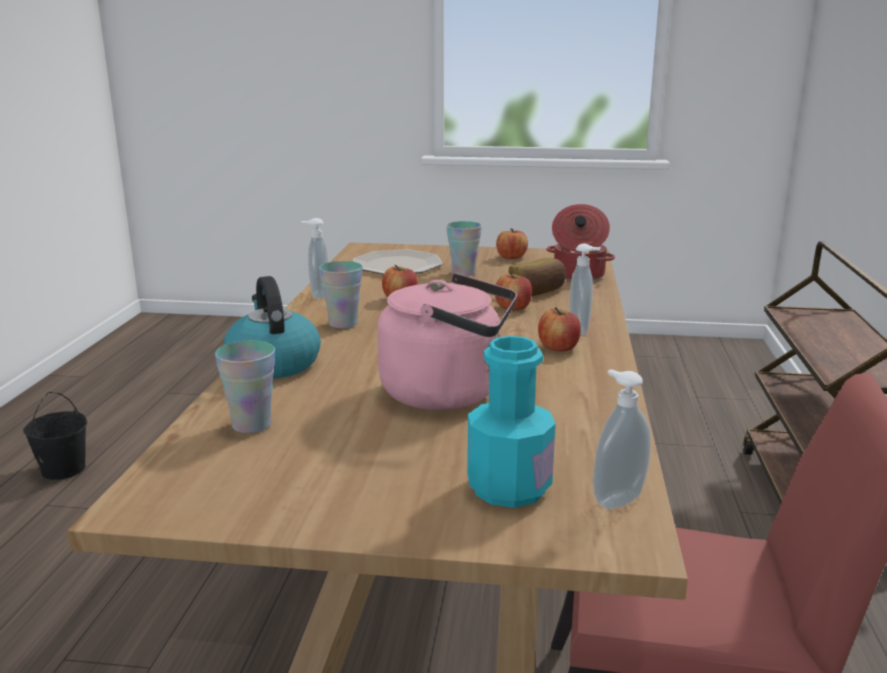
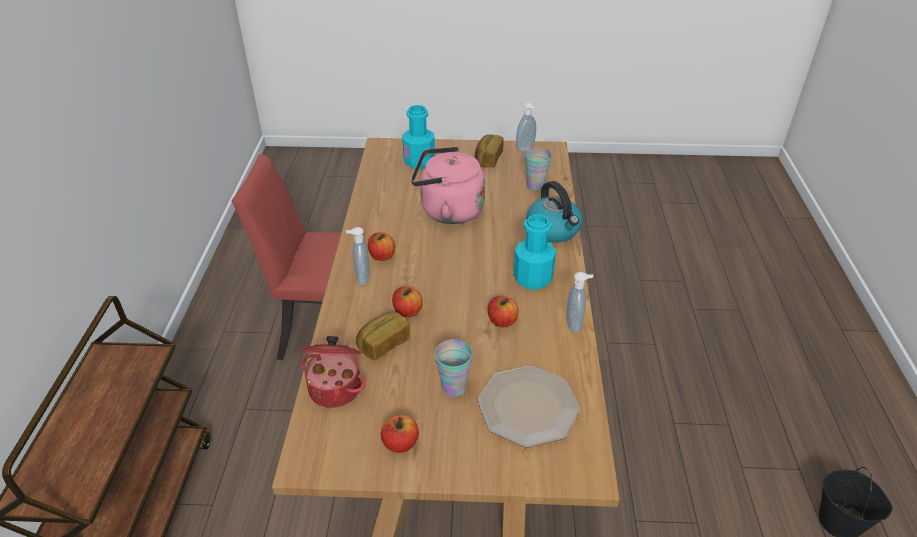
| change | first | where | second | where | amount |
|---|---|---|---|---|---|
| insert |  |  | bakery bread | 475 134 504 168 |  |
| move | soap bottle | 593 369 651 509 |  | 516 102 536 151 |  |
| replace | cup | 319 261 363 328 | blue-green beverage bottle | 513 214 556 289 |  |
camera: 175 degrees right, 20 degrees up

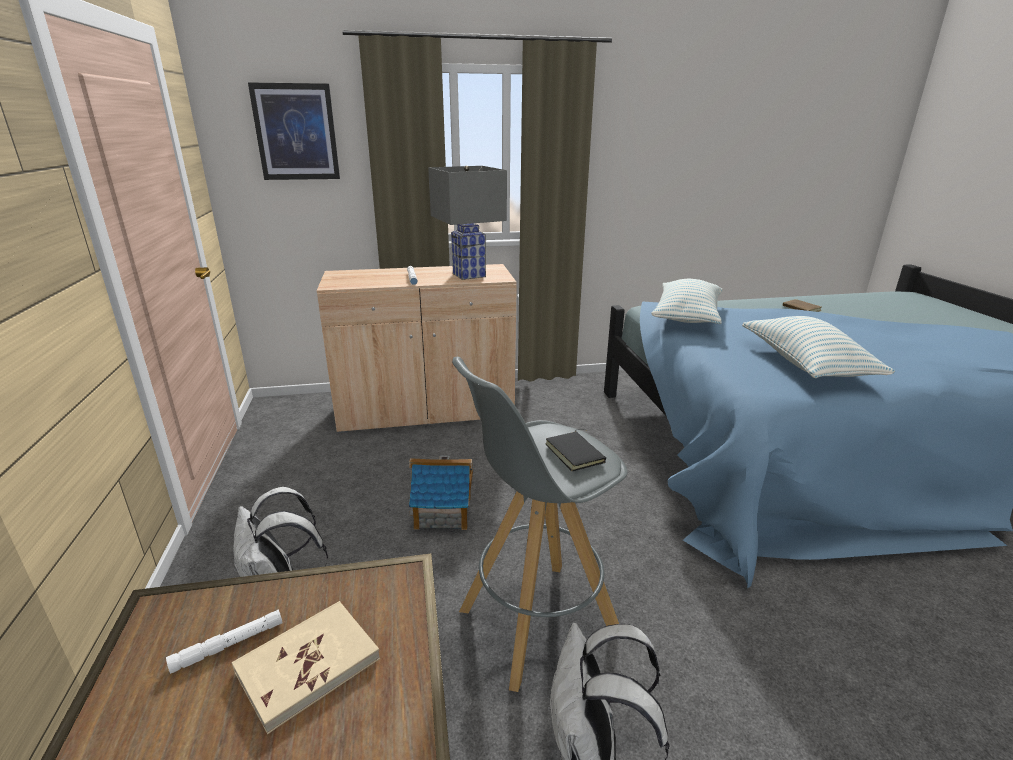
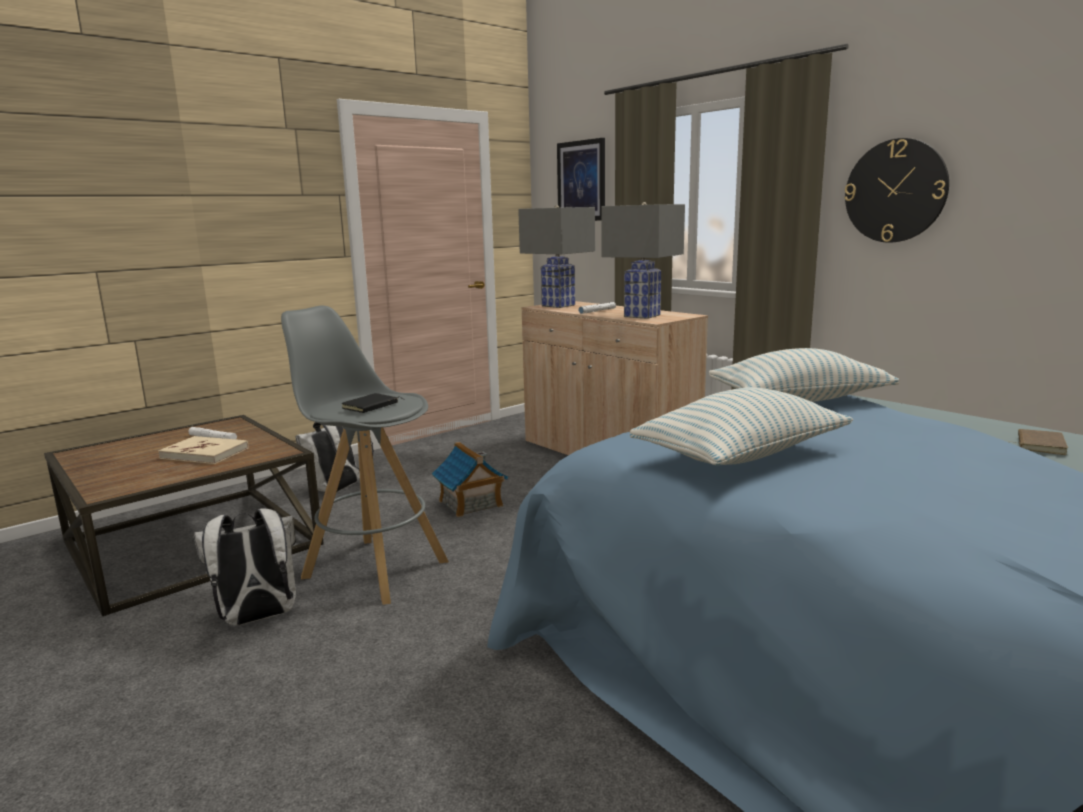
| change | first | where | second | where | amount |
|---|---|---|---|---|---|
| insert |  |  | greyish lamp for a table | 518 205 595 308 |  |
| insert |  |  | hanging clock | 844 138 949 243 |  |
camera: 60 degrees right, 10 degrees down

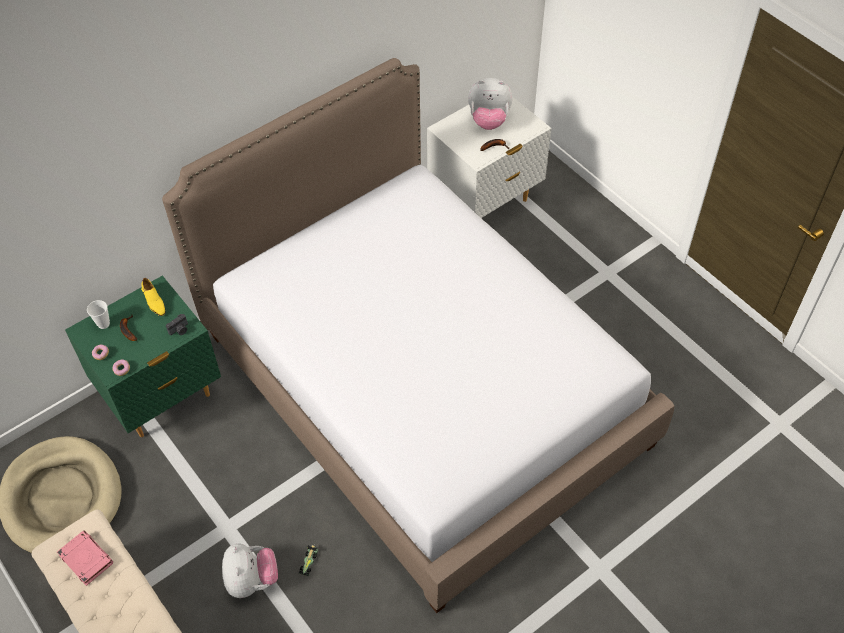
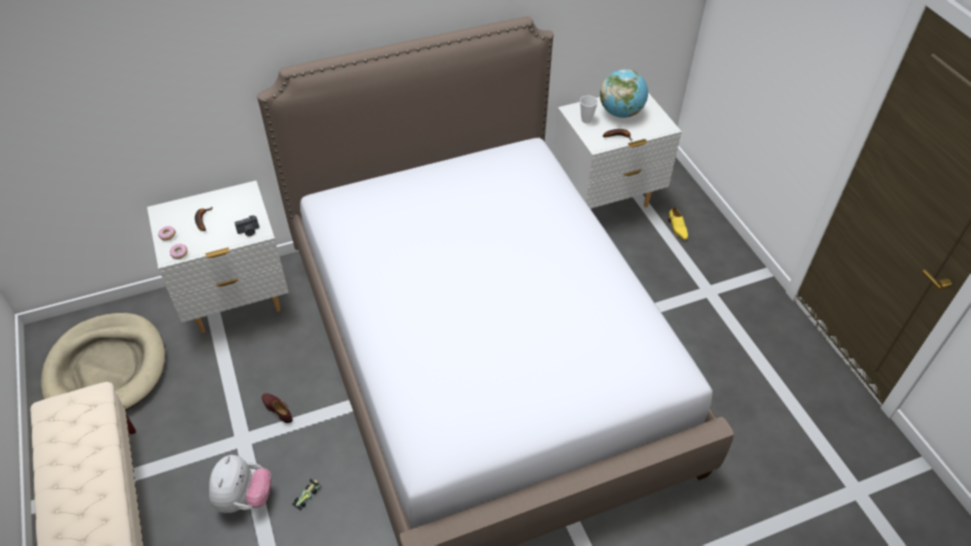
| change | first | where | second | where | amount |
|---|---|---|---|---|---|
| delete | pink book | 57 531 113 586 |  |  |  |
| insert |  |  | brown-coloured shoe | 262 393 293 423 |  |
| move | cup | 87 300 110 329 |  | 580 95 598 123 |  |
| move | yellow shoe | 141 278 165 316 |  | 668 207 688 240 |  |
| replace | cuddly toy | 468 78 513 130 | globe | 600 69 648 118 |  |
| recolor | greenish bedside table | 65 275 221 437 | whitish bedside table | 147 181 289 333 |  |
camera: 15 degrees right, 5 degrees down

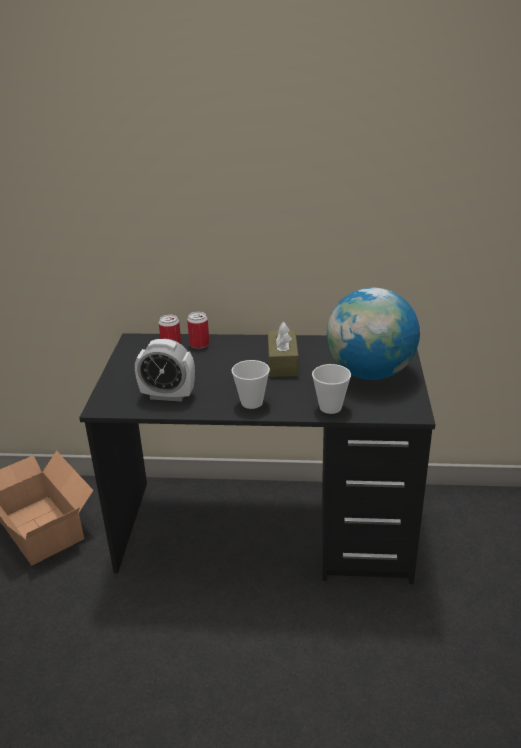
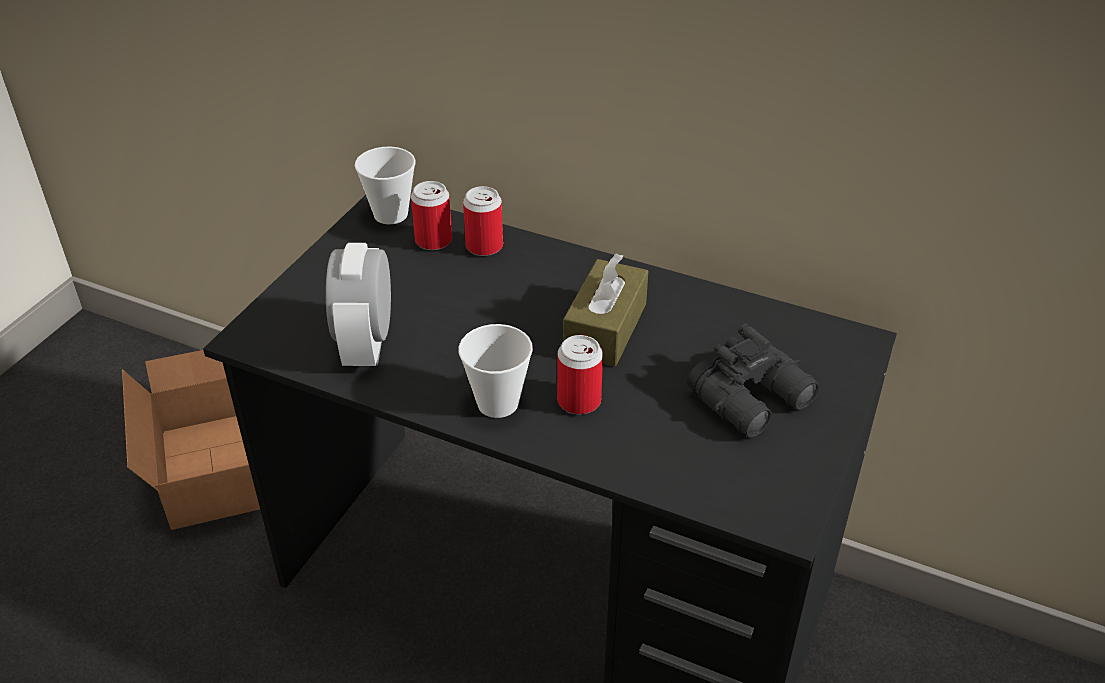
| change | first | where | second | where | amount |
|---|---|---|---|---|---|
| insert |  |  | metal can | 557 335 603 415 |  |
| move | cup | 312 364 351 414 |  | 355 147 416 224 |  |
| replace | globe | 327 287 420 380 | black-coloured binoculars | 687 324 820 438 |  |
| rotate | table clock | 135 339 195 402 |  | 326 243 391 366 | 60 degrees clockwise |
camera: 20 degrees right, 10 degrees up

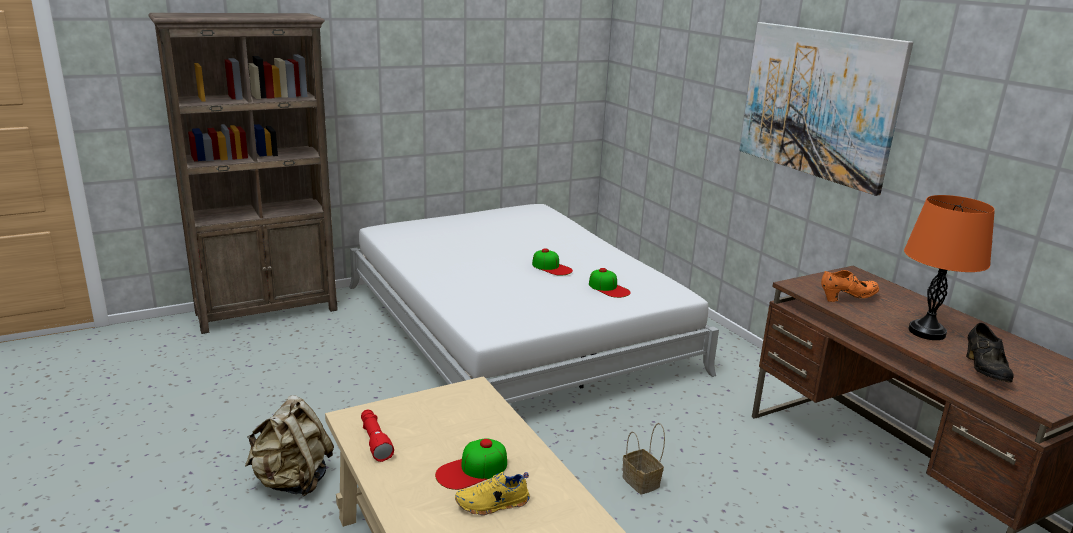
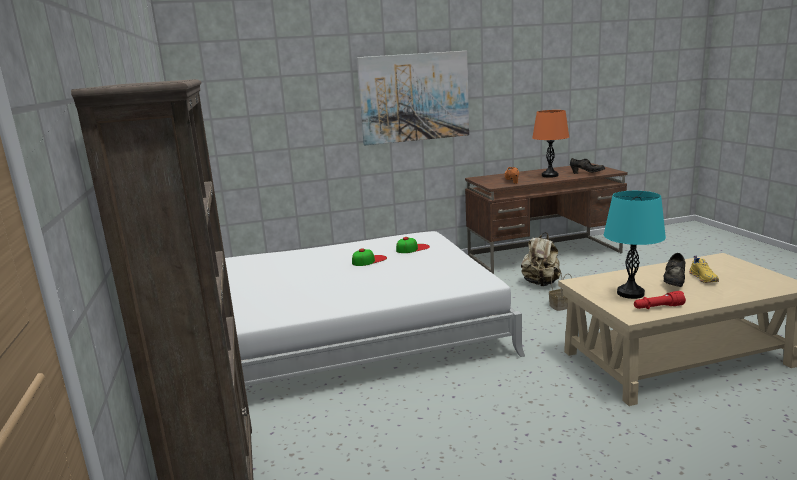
| change | first | where | second | where | amount |
|---|---|---|---|---|---|
| insert |  |  | blue-green lamp for a table | 604 191 666 299 |  |
| move | beige-coloured backpack | 245 395 334 497 |  | 521 232 561 286 |  |
| replace | peaked cap | 435 438 507 490 | black-coloured shoe | 664 253 685 287 |  |
camera: 75 degrees left, 5 degrees down

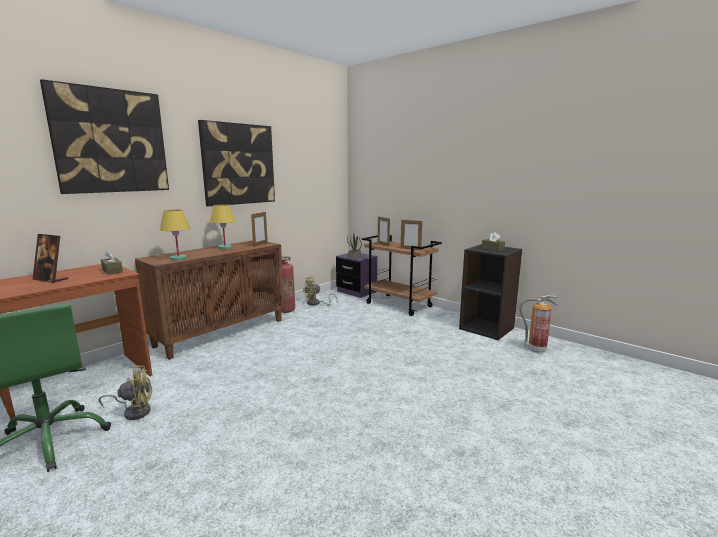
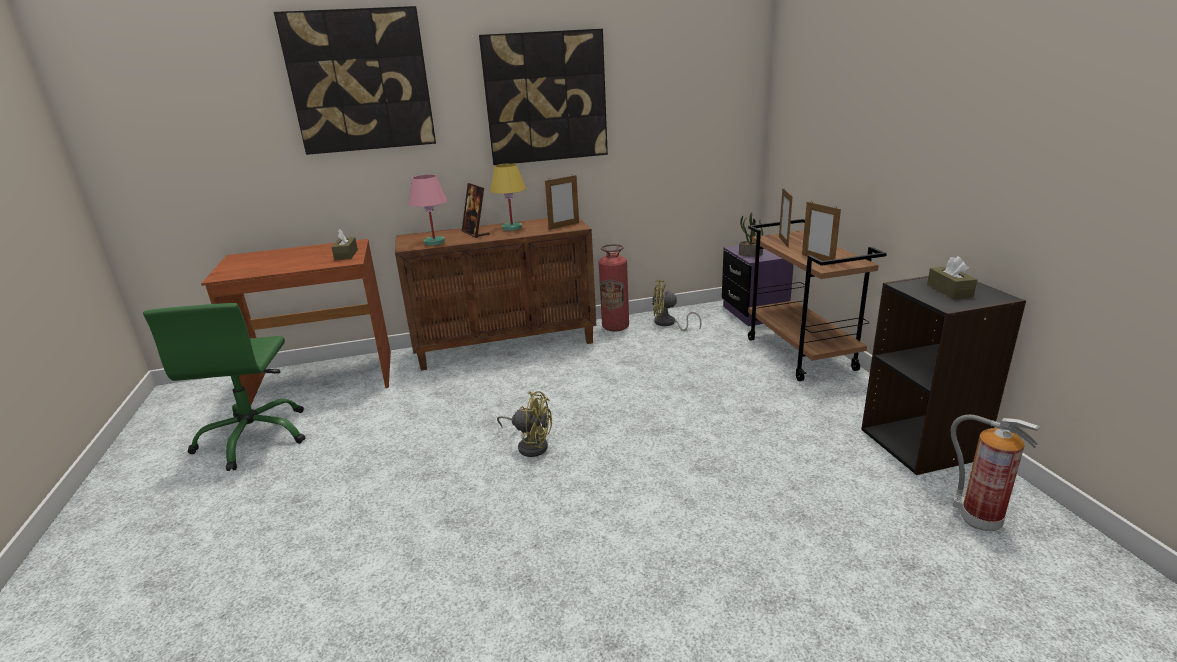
| change | first | where | second | where | amount |
|---|---|---|---|---|---|
| move | picture frame | 33 234 68 283 |  | 462 183 490 238 |  |
| move | yellow electric fan | 99 365 152 420 |  | 497 391 552 457 |  |
| recolor | yellow lamp for a table | 160 210 190 261 | pink lamp for a table | 409 175 447 246 |  |
camera: 35 degrees right, 10 degrees up

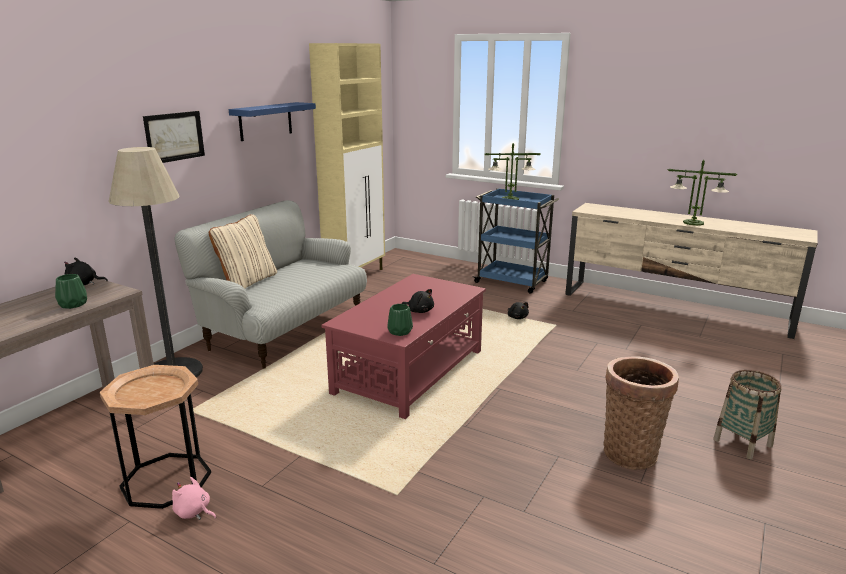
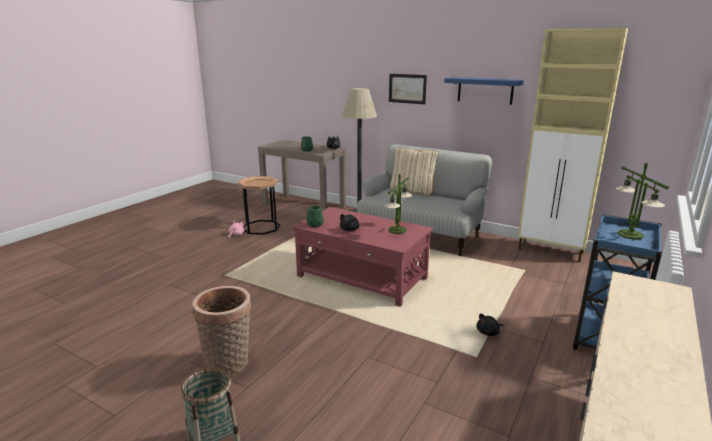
| change | first | where | second | where | amount |
|---|---|---|---|---|---|
| move | lamp for a table | 667 160 737 226 |  | 385 174 412 234 |  |
camera: 90 degrees right, 0 degrees up

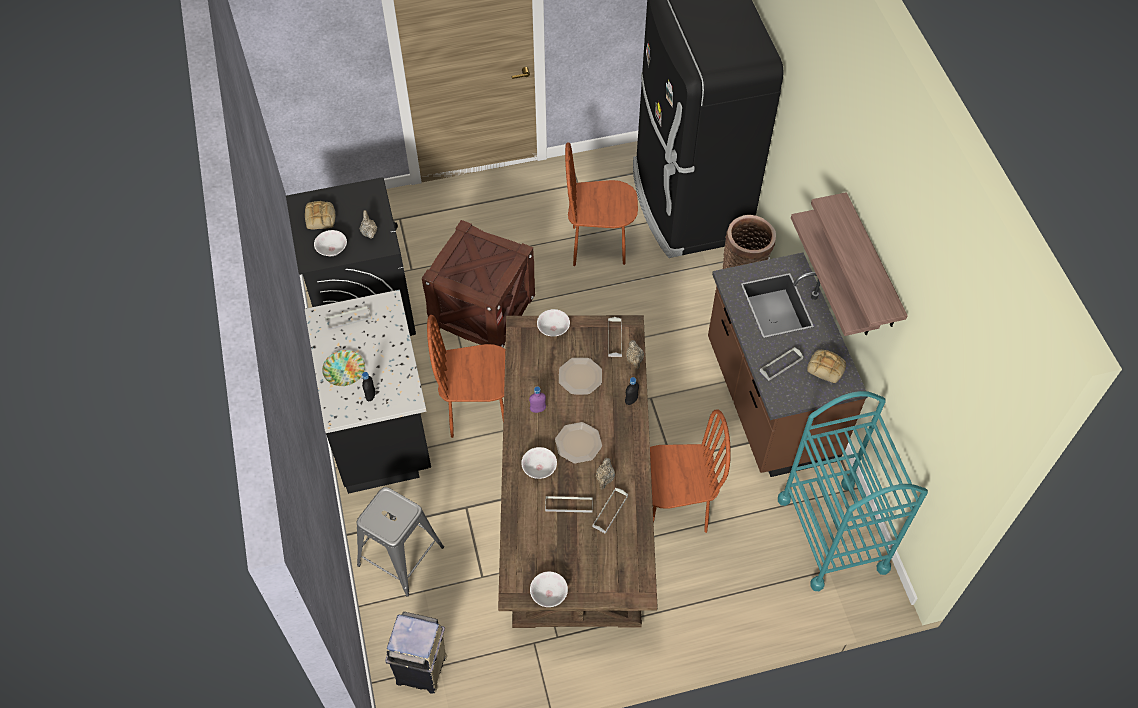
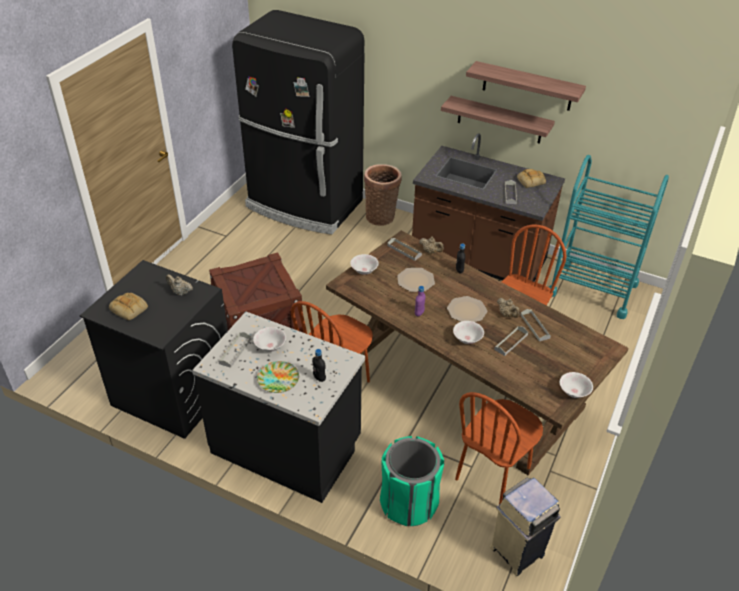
| change | first | where | second | where | amount |
|---|---|---|---|---|---|
| move | whitish bowl | 314 230 347 256 |  | 253 327 286 352 |  |
| move | brown-coloured upright chair | 565 142 638 266 |  | 455 392 543 505 |  |
| replace | greyish stool seat | 356 487 444 597 | greenish trash can | 380 436 444 526 |  |
camera: 50 degrees left, 15 degrees down

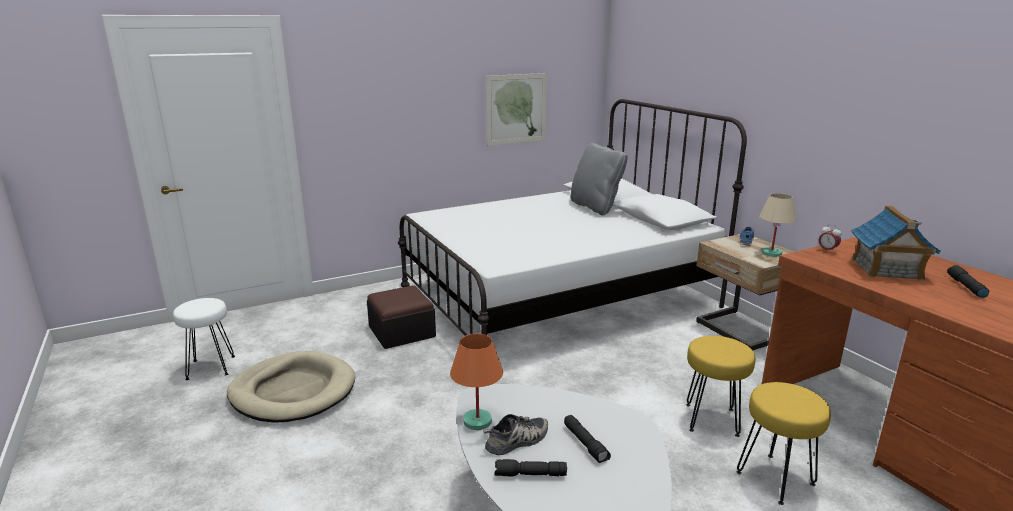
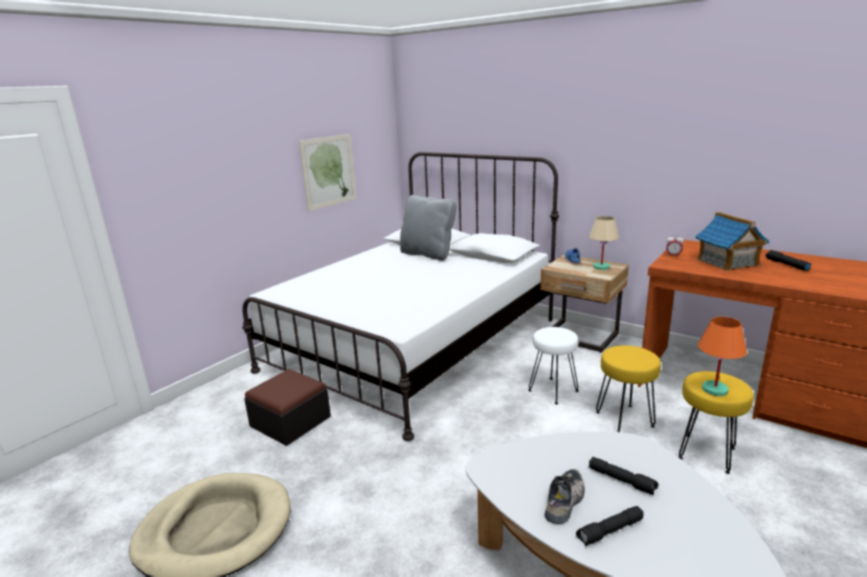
| change | first | where | second | where | amount |
|---|---|---|---|---|---|
| move | whitish stool seat | 173 298 235 380 |  | 528 327 579 404 |  |
| move | orange-coloured lamp for a table | 450 334 503 430 |  | 698 317 747 396 |  |
camera: 25 degrees left, 0 degrees up

